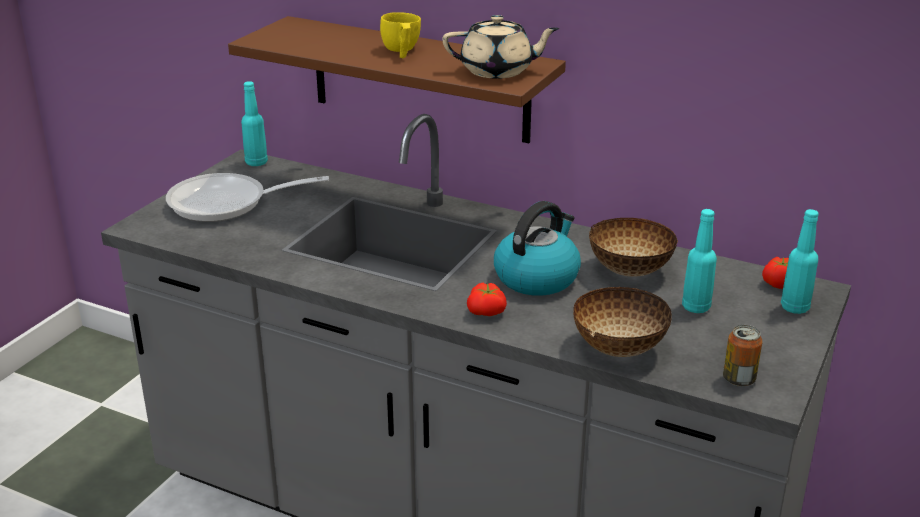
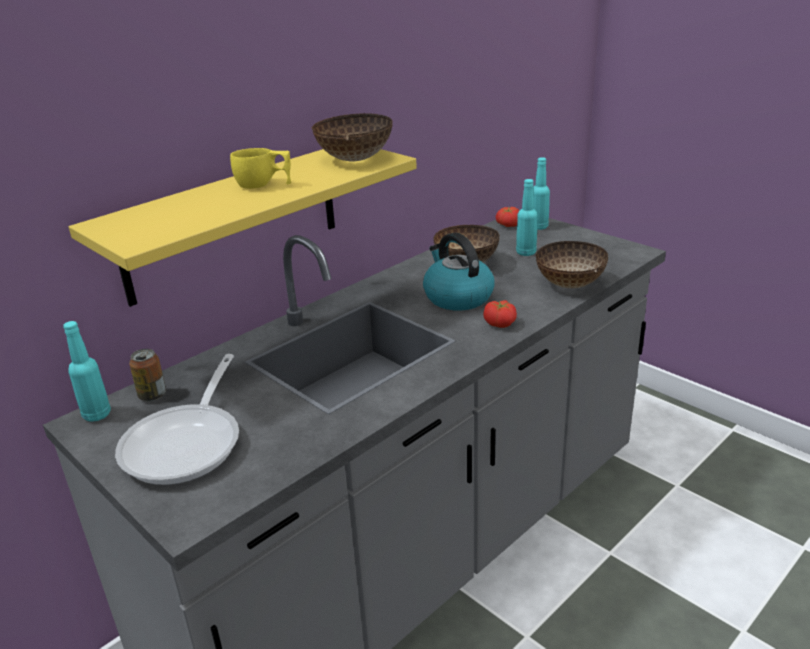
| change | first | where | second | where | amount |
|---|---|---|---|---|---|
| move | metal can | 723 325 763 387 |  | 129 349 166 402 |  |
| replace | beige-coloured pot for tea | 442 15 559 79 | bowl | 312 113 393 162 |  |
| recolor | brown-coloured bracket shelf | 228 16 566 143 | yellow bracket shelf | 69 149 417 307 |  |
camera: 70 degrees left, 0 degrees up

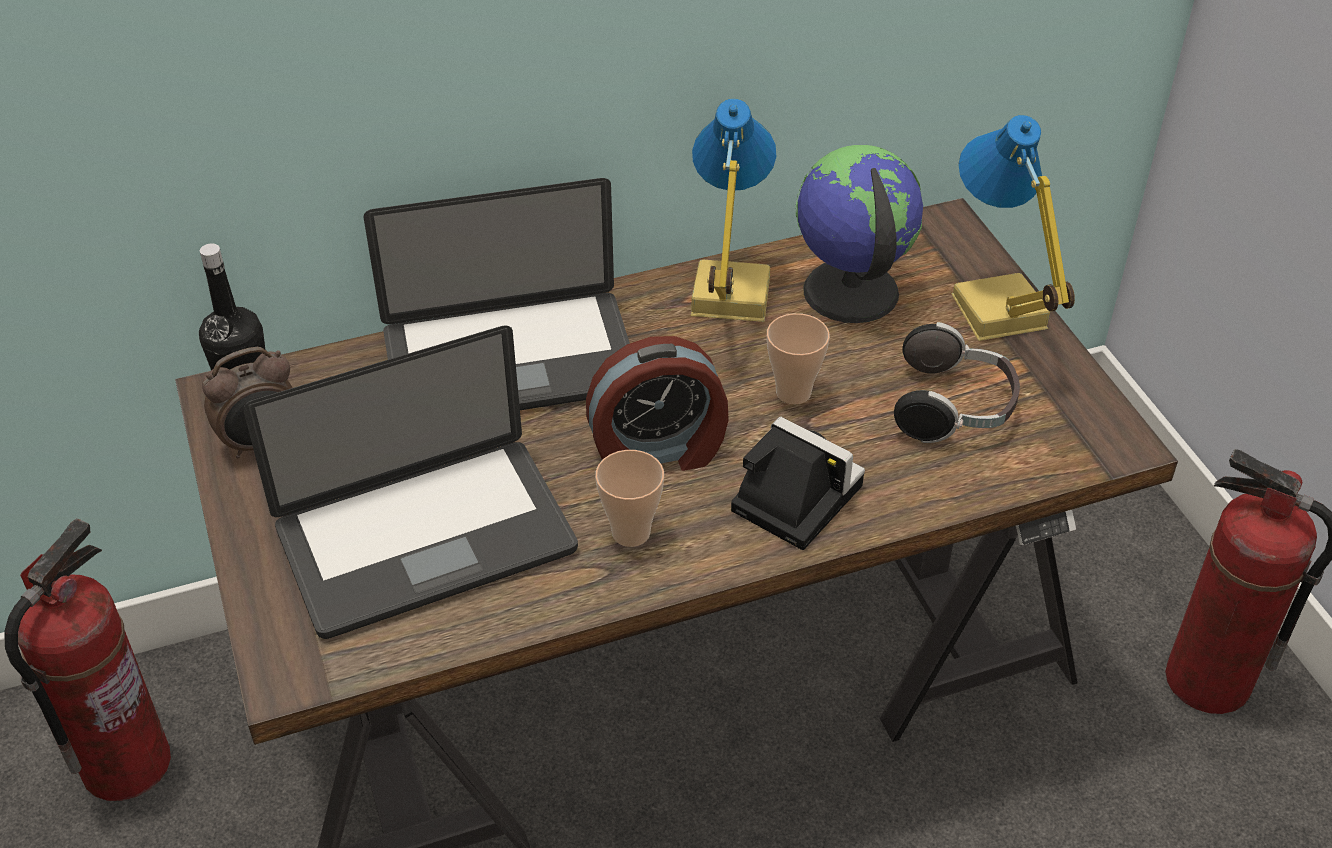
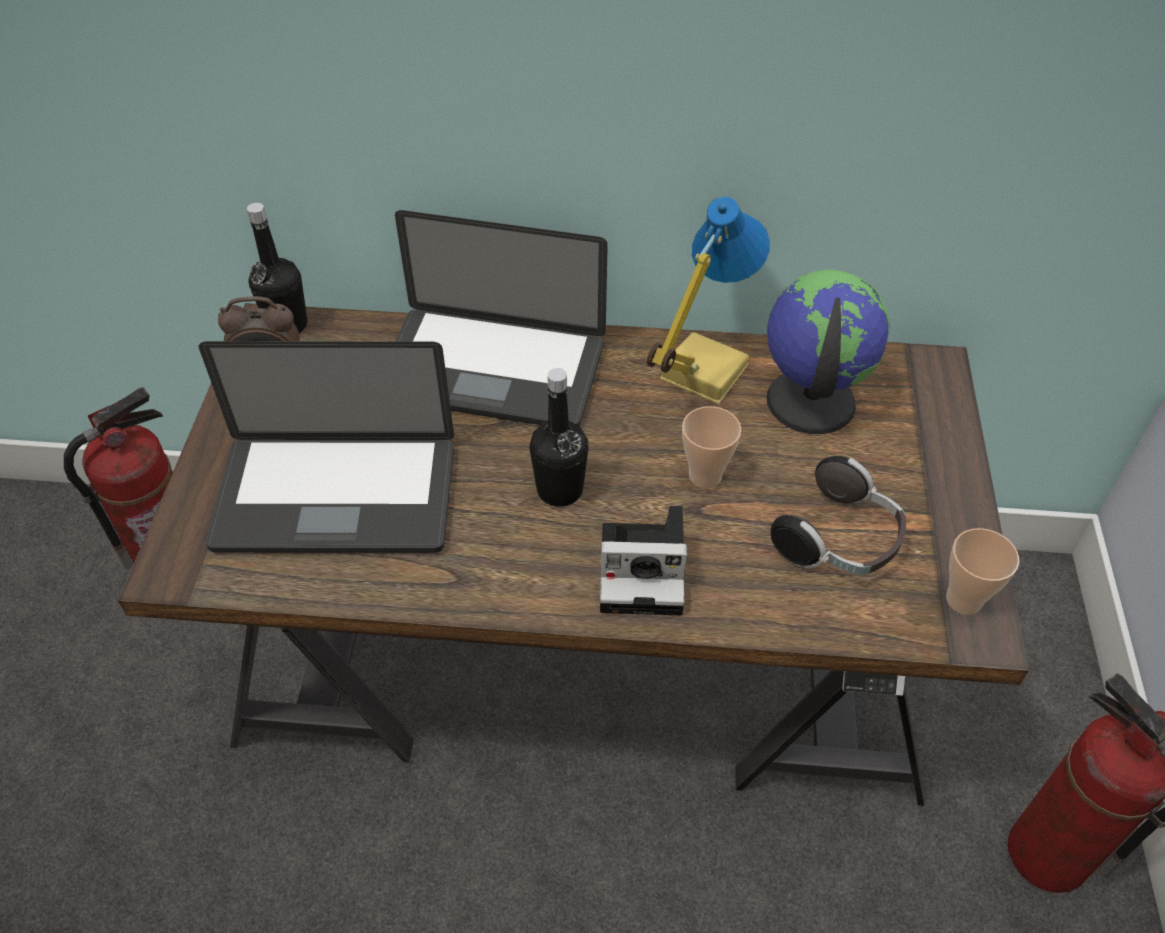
| change | first | where | second | where | amount |
|---|---|---|---|---|---|
| delete | lamp for a table | 951 115 1075 341 |  |  |  |
| move | cup | 595 450 664 547 |  | 946 528 1020 615 |  |
| replace | table clock | 586 336 728 471 | black-coloured beverage bottle | 529 368 589 507 |  |
| rotate | photo camera | 731 417 865 550 |  | 600 505 687 615 | 120 degrees clockwise |
camera: 25 degrees right, 5 degrees up

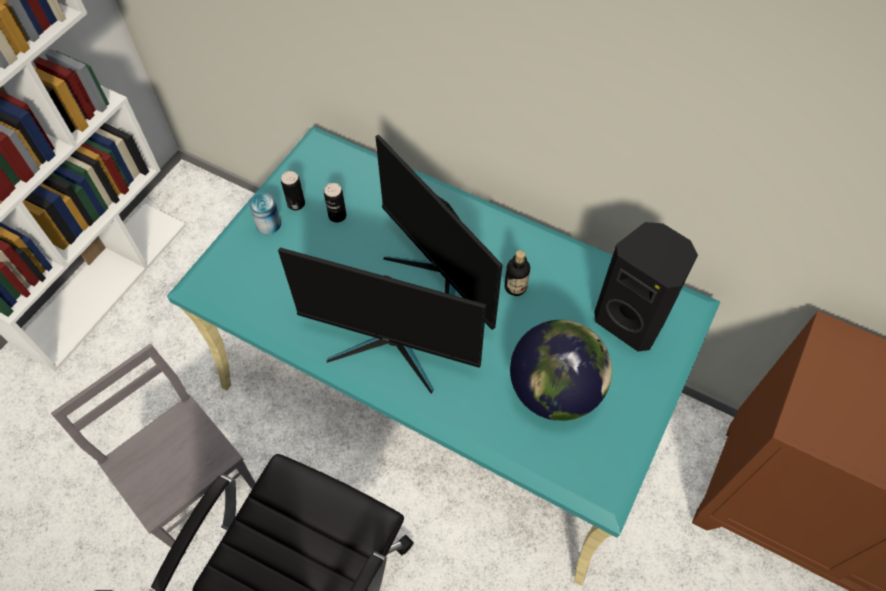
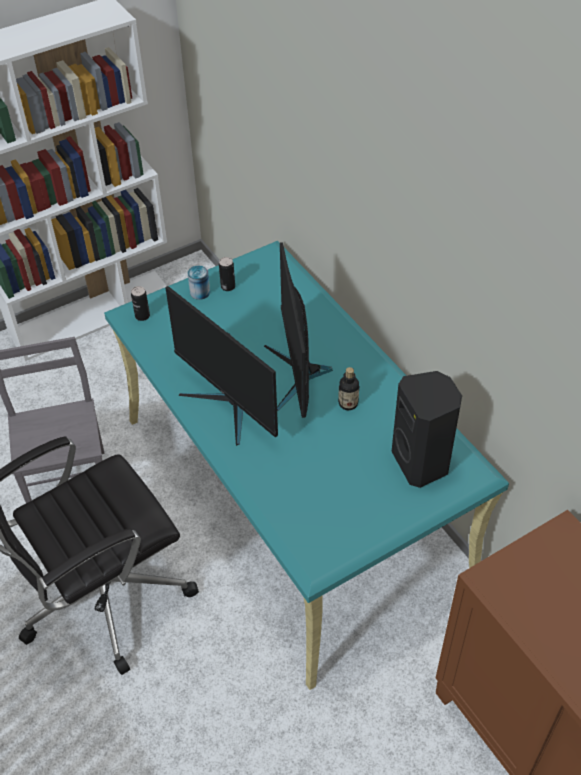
| change | first | where | second | where | amount |
|---|---|---|---|---|---|
| delete | globe | 510 320 612 421 |  |  |  |
| move | metal can | 324 183 346 222 |  | 131 286 150 321 |  |
camera: 30 degrees right, 10 degrees down

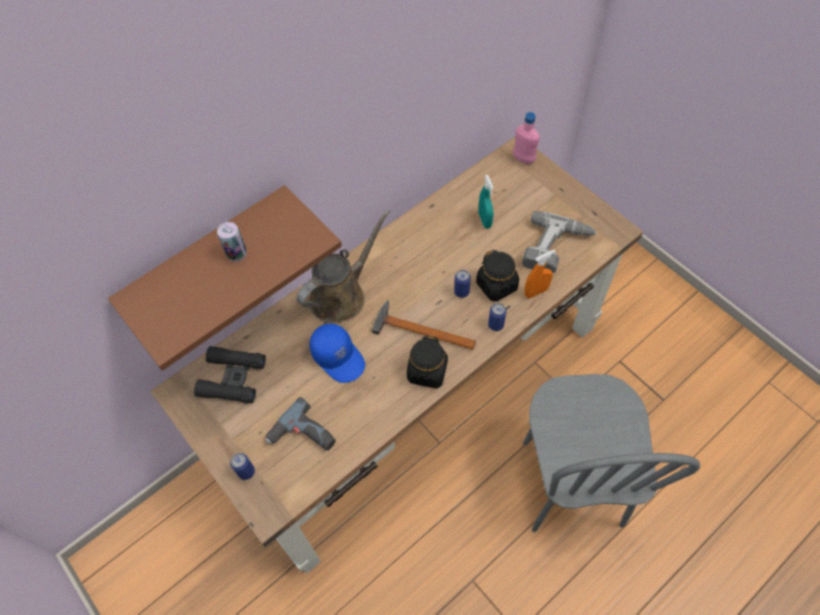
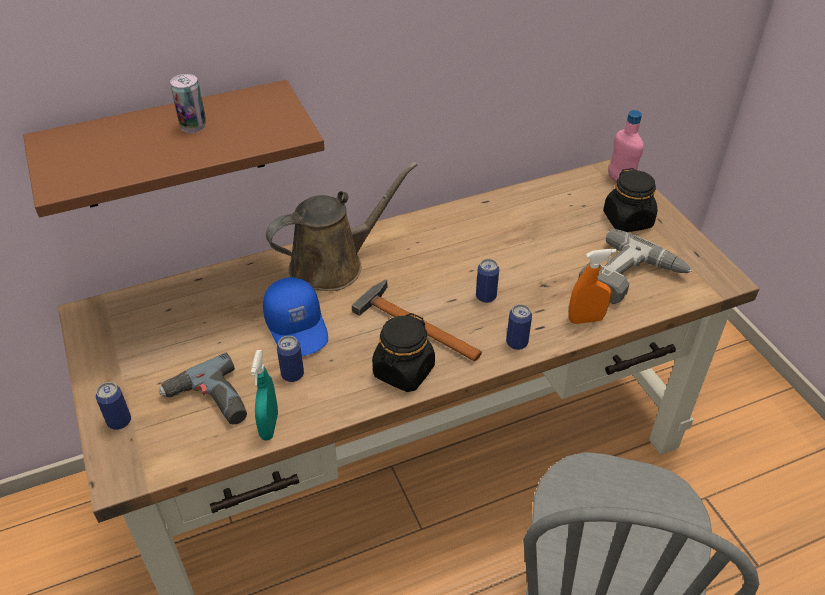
| change | first | where | second | where | amount |
|---|---|---|---|---|---|
| delete | black-coloured binoculars | 194 346 266 403 |  |  |  |
| insert |  |  | metal can | 277 336 304 382 |  |
| move | black-coloured storage jar | 476 250 519 302 |  | 603 168 657 232 |  |
| move | blue-green spray bottle | 479 175 494 229 |  | 251 350 278 441 |  |
camera: 15 degrees right, 15 degrees down

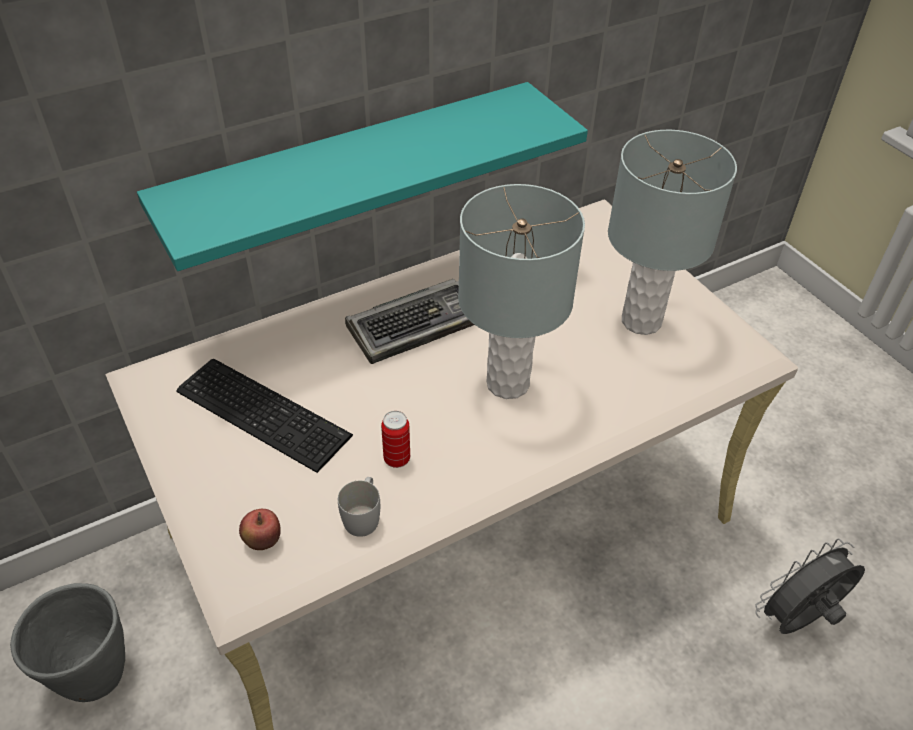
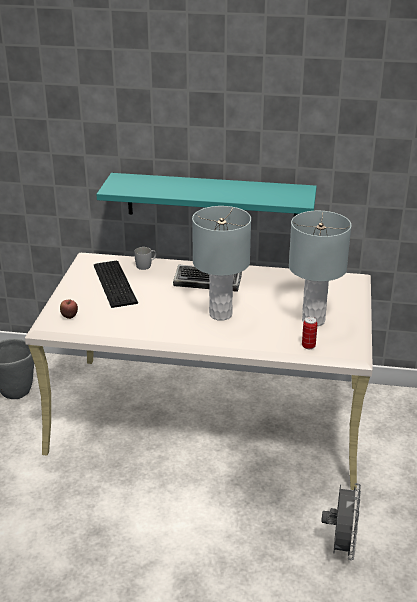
| change | first | where | second | where | amount |
|---|---|---|---|---|---|
| move | whitish mug | 338 477 380 537 |  | 134 247 156 270 |  |
| move | metal can | 381 411 410 468 |  | 302 317 317 349 |  |
| rotate | greyish electric fan | 755 539 865 634 |  | 321 483 361 560 | 90 degrees clockwise |
camera: 40 degrees right, 15 degrees down

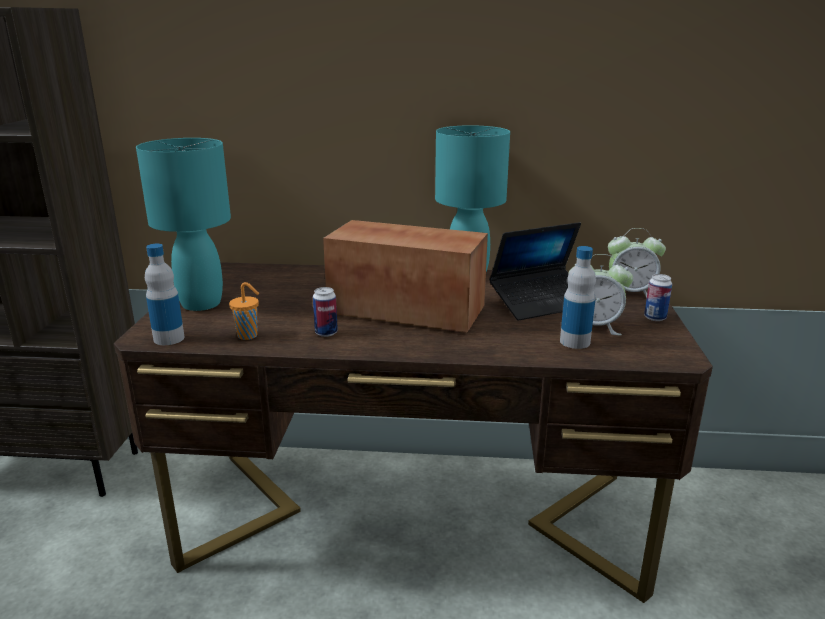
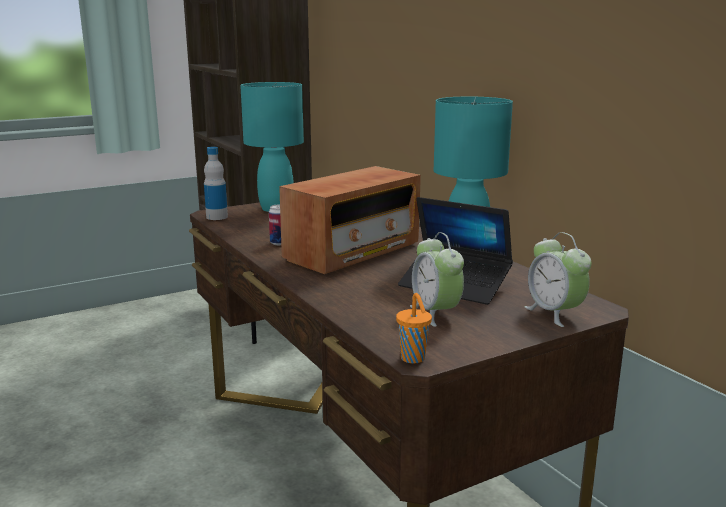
| change | first | where | second | where | amount |
|---|---|---|---|---|---|
| delete | beverage bottle | 560 246 596 349 |  |  |  |
| delete | metal can | 644 274 672 321 |  |  |  |
| move | orange-coloured cup | 229 282 259 340 |  | 396 293 432 364 |  |
| rotate | radio receiver | 323 220 488 333 |  | 279 166 421 274 | 60 degrees clockwise |
camera: 55 degrees right, 5 degrees down

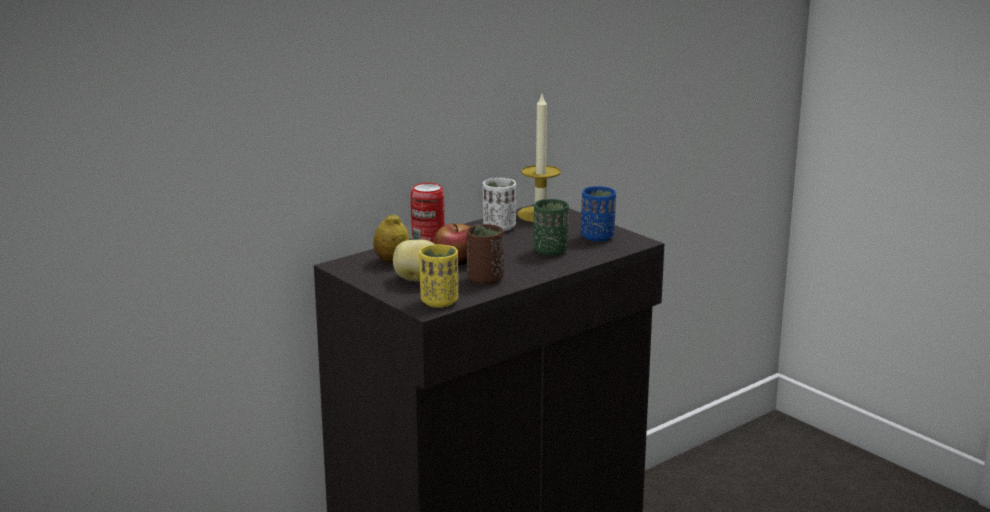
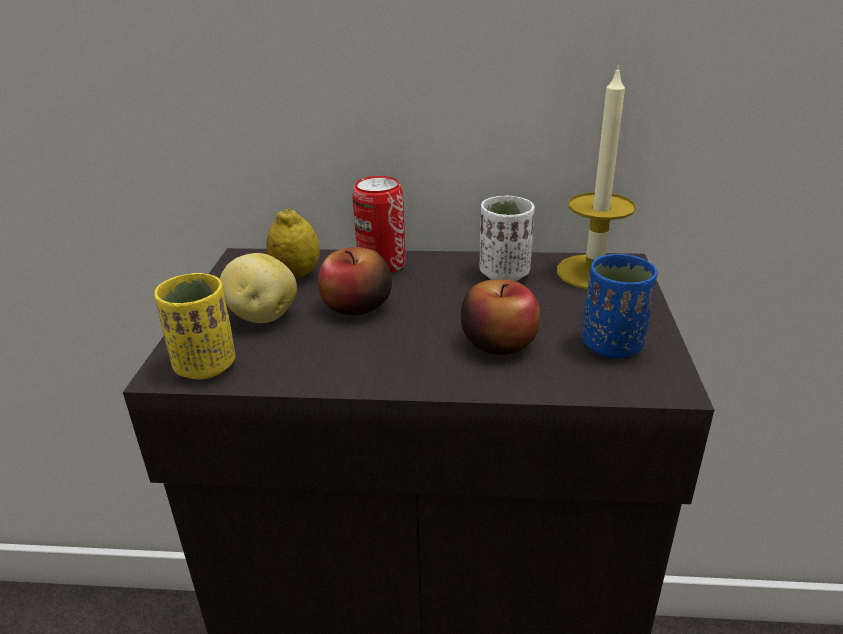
| change | first | where | second | where | amount |
|---|---|---|---|---|---|
| delete | brown-coloured cup | 467 224 504 285 |  |  |  |
| replace | greenish cup | 533 199 569 256 | apple fruit | 461 279 540 355 |  |
camera: 45 degrees right, 10 degrees up

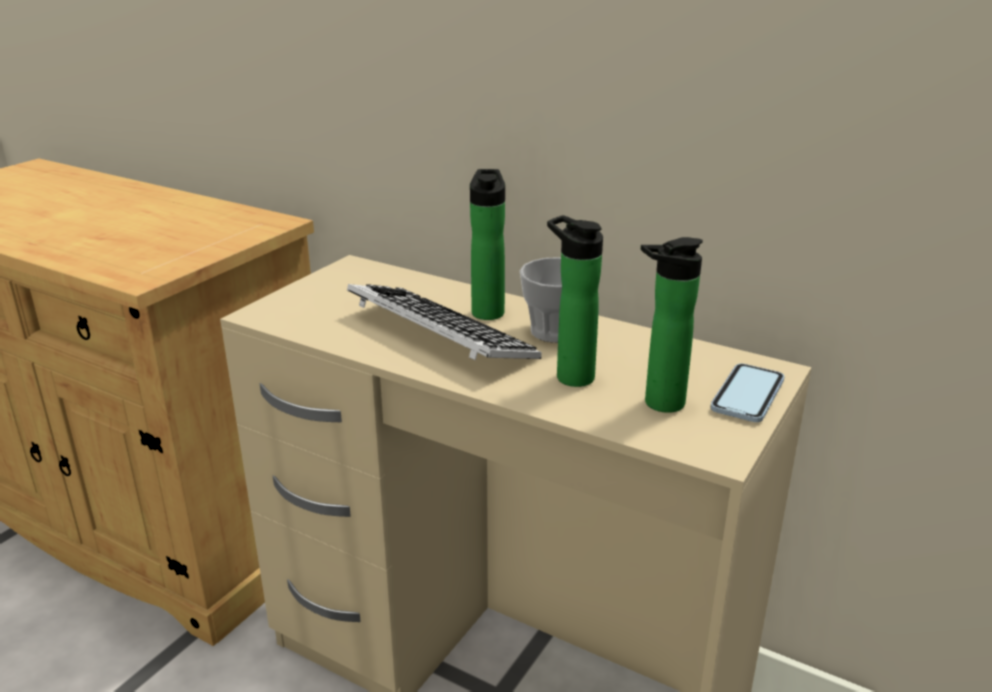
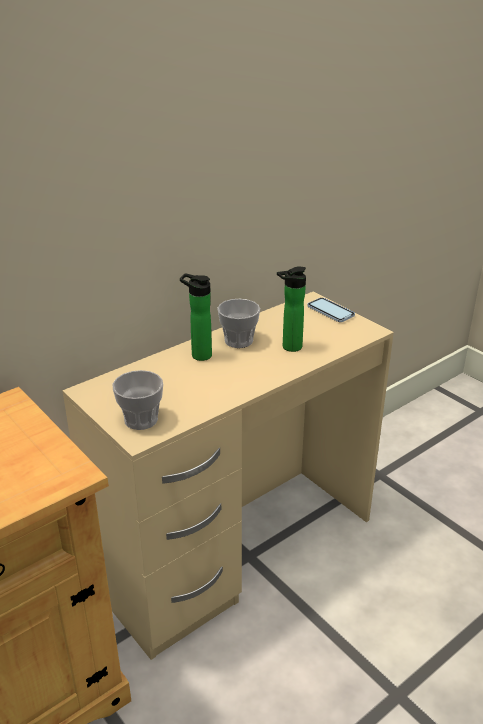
| change | first | where | second | where | amount |
|---|---|---|---|---|---|
| delete | keyboard | 347 284 542 360 |  |  |  |
| delete | beverage bottle | 641 237 703 413 |  |  |  |
| insert |  |  | cup | 112 370 163 430 |  |
camera: 70 degrees left, 5 degrees up

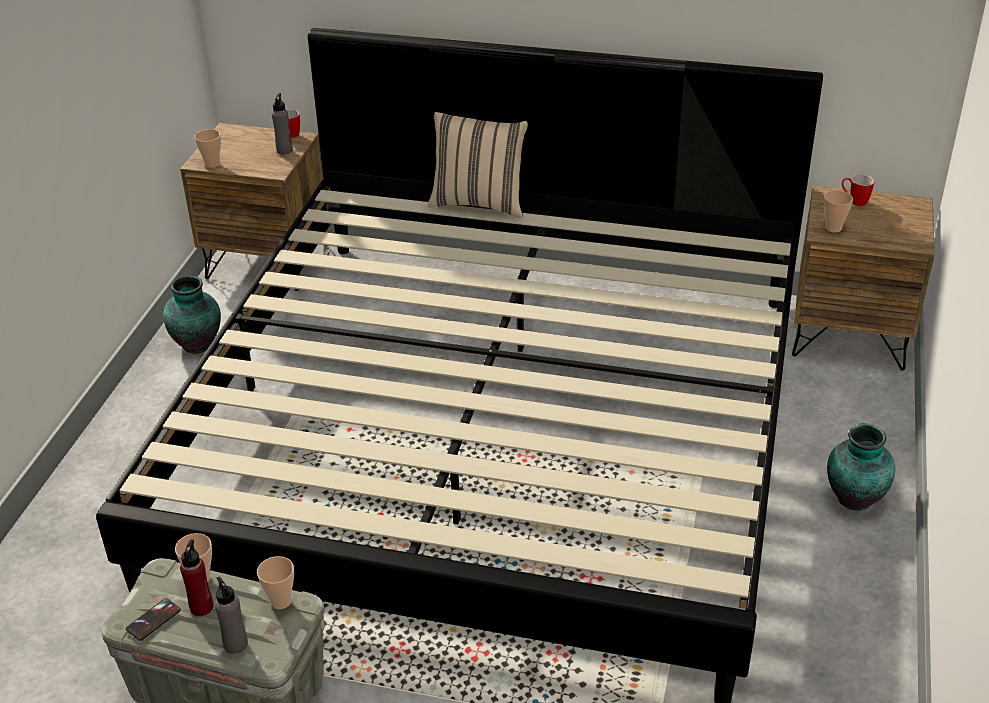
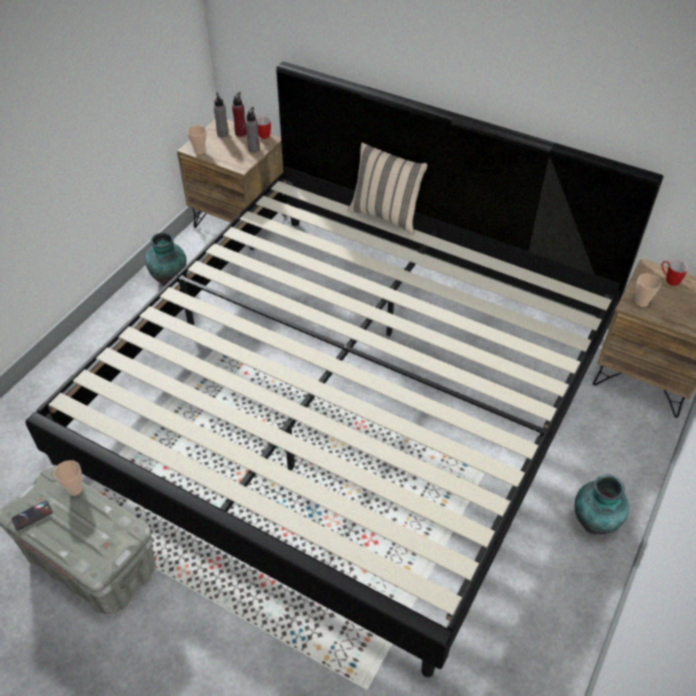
| change | first | where | second | where | amount |
|---|---|---|---|---|---|
| delete | cup | 257 556 294 609 |  |  |  |
| move | red beverage bottle | 180 539 213 616 |  | 232 92 247 137 |  |
| move | greyish beverage bottle | 215 577 248 654 |  | 214 92 229 137 |  |
camera: 15 degrees right, 10 degrees up

